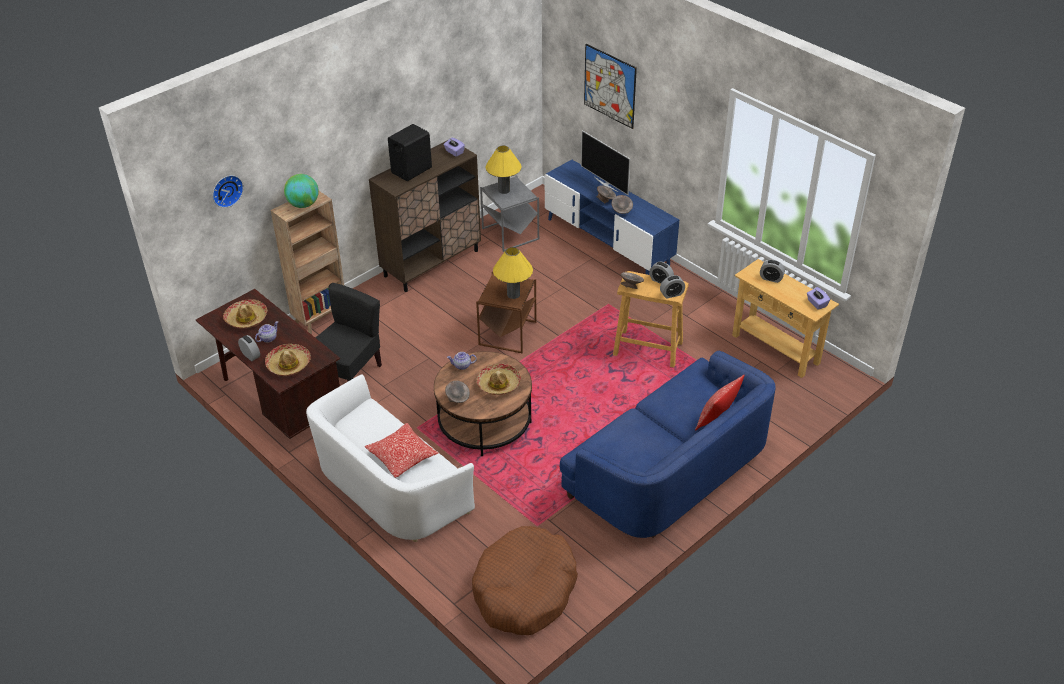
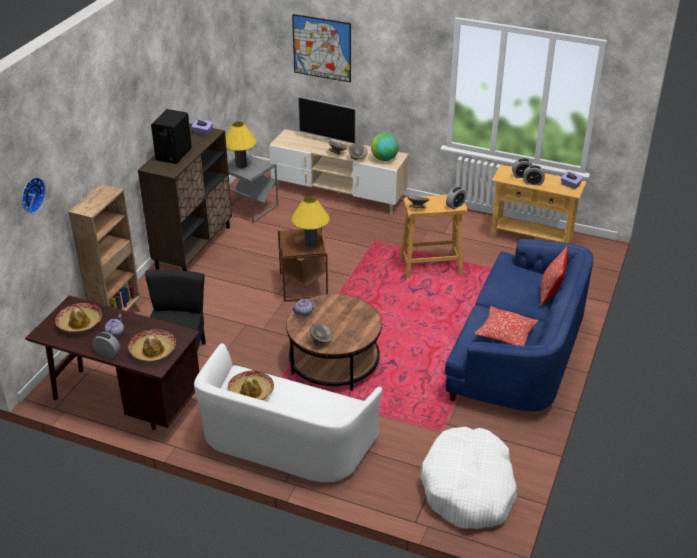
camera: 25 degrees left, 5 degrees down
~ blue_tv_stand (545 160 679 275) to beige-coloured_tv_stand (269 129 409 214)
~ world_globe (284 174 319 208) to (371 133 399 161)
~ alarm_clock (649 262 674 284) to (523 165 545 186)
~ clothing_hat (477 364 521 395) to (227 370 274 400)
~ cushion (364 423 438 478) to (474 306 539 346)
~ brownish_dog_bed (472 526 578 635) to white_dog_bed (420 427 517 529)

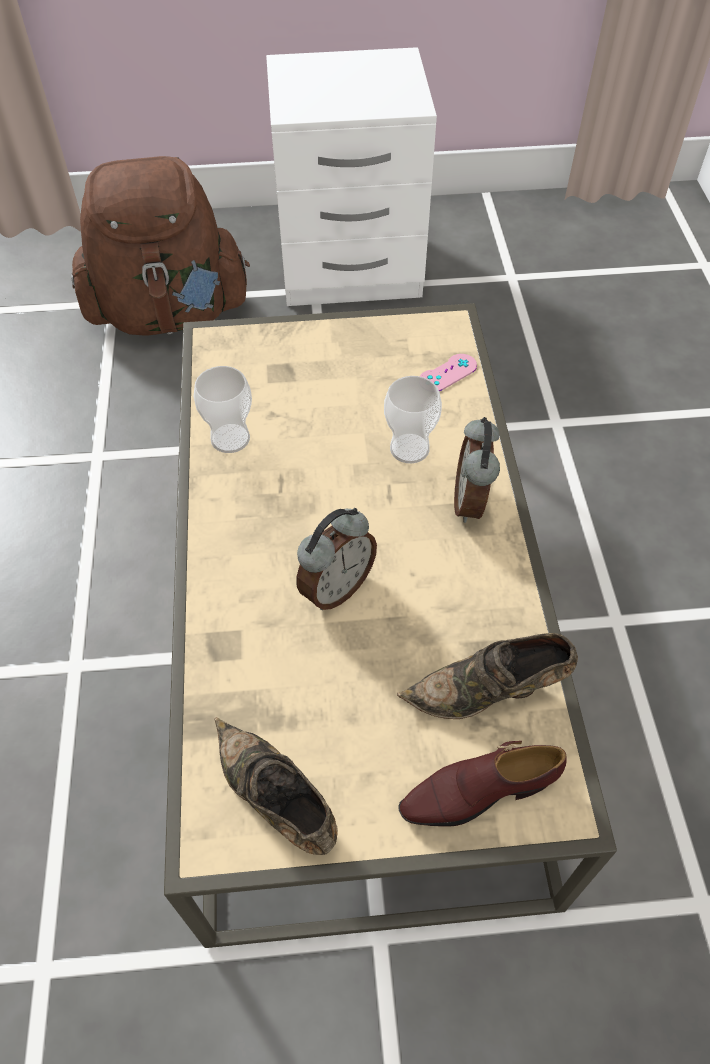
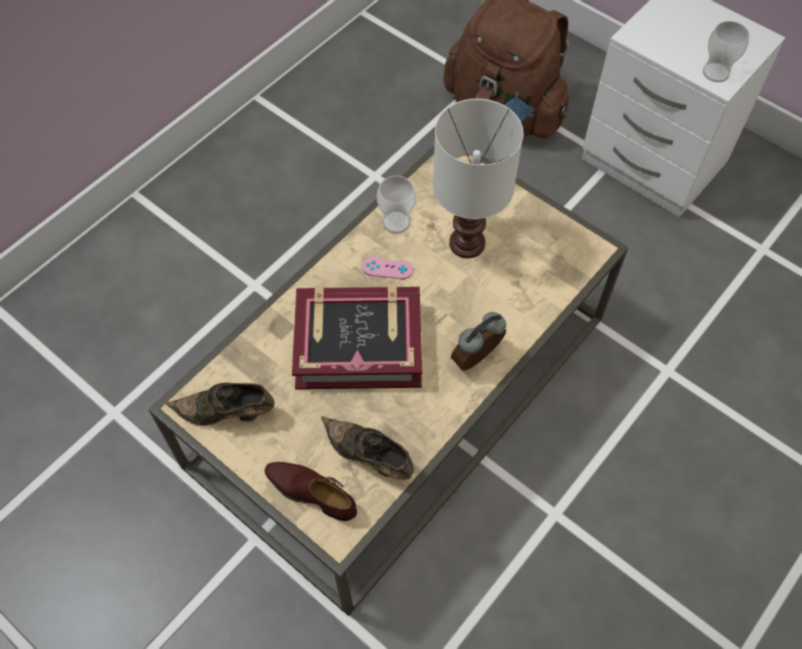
camera: 45 degrees right, 5 degrees up
~ pinkish_joypad (420 354 477 392) to (362 257 413 279)
~ small_cup (384 376 442 464) to (703 21 750 82)
~ alarm_clock (296 508 377 610) to bound_book (292 284 422 389)
~ brownish_low_shoe (214 717 338 855) = (165 382 275 426) 90 degrees counterclockwise
+ white_tabletop_lamp (433 99 523 258)

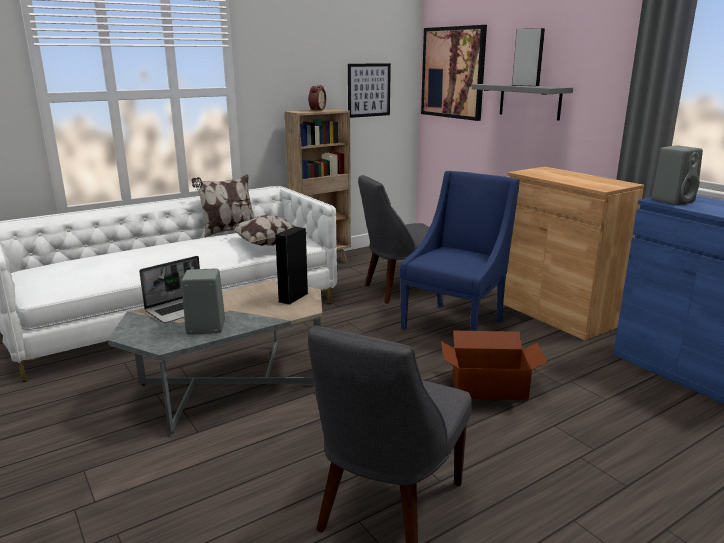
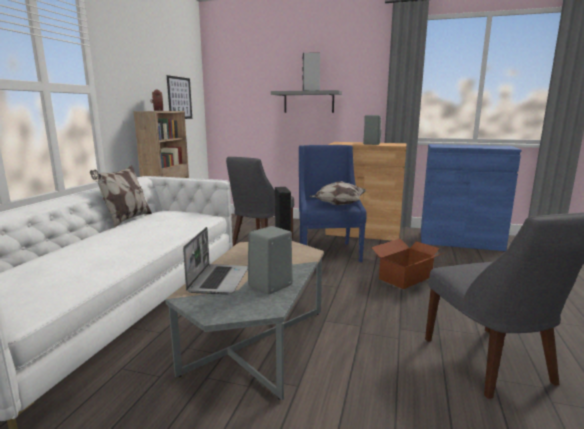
camera: 40 degrees left, 5 degrees down
- wall_art (421 25 487 121)
~ gray_loudspeaker (651 145 703 205) to (363 115 381 145)
~ cushion (225 215 307 246) to (309 181 366 205)

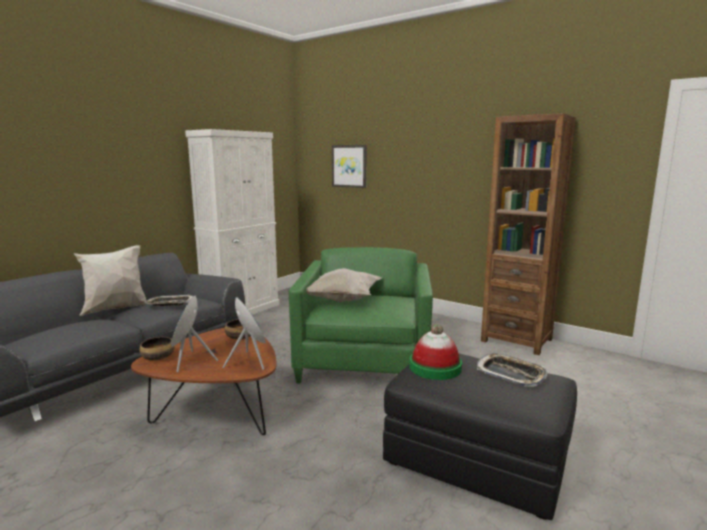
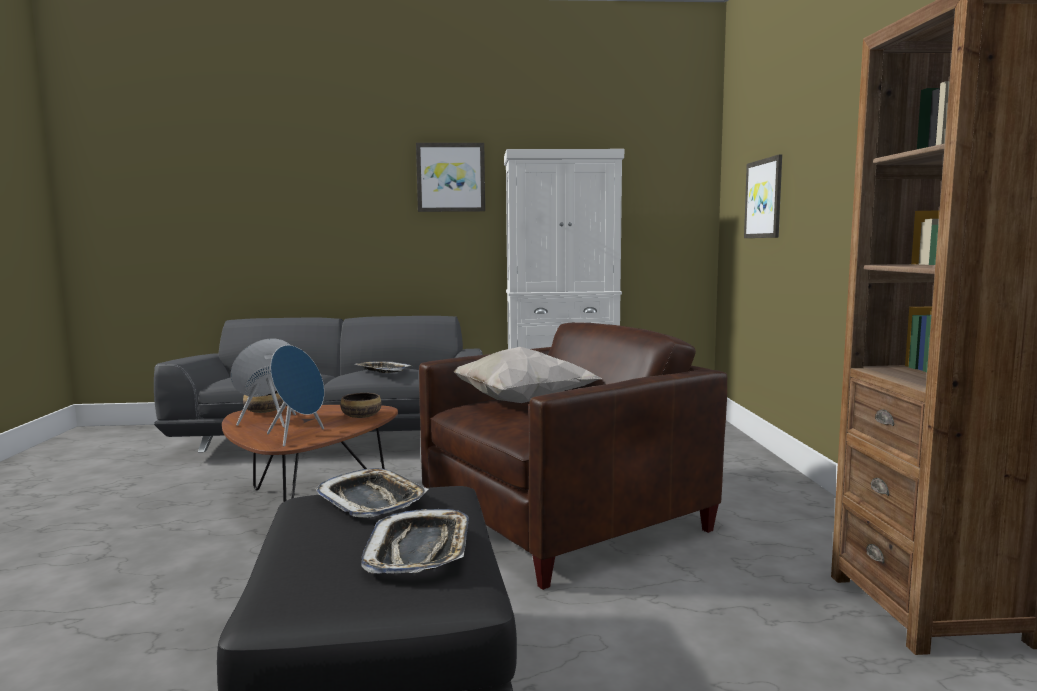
camera: 50 degrees right, 5 degrees down
- white_cushion (74 245 147 316)
~ green_lounge_chair (289 247 433 384) to brownish_lounge_chair (419 323 727 590)
~ clothing_hat (409 324 462 380) to serving_tray (315 468 429 518)
+ wall_art (416 143 485 212)

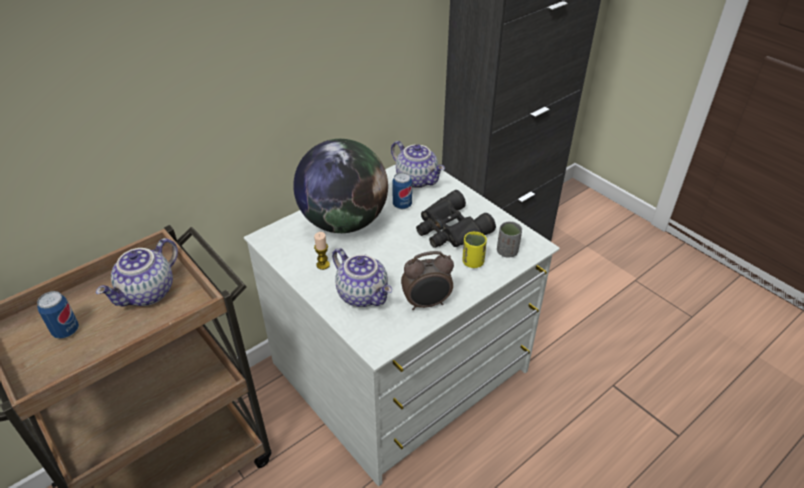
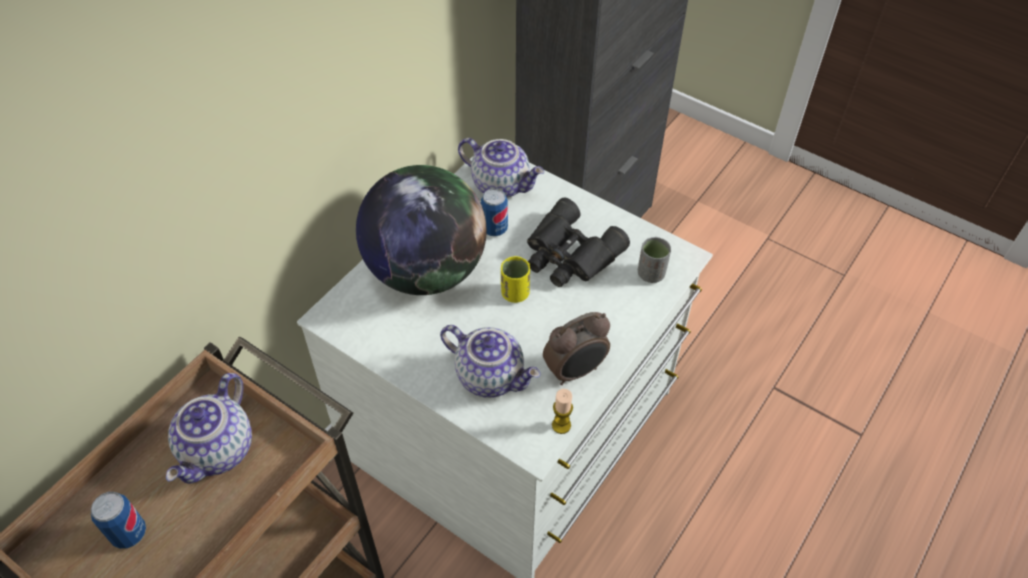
camera: 15 degrees left, 10 degrees up
~ candle (314 232 330 270) to (552 389 573 434)
~ yellowish_small_cup (463 232 487 268) to (501 256 530 303)

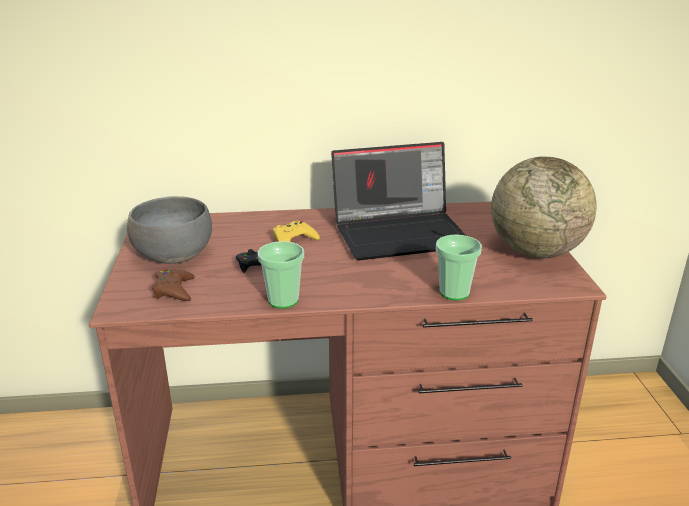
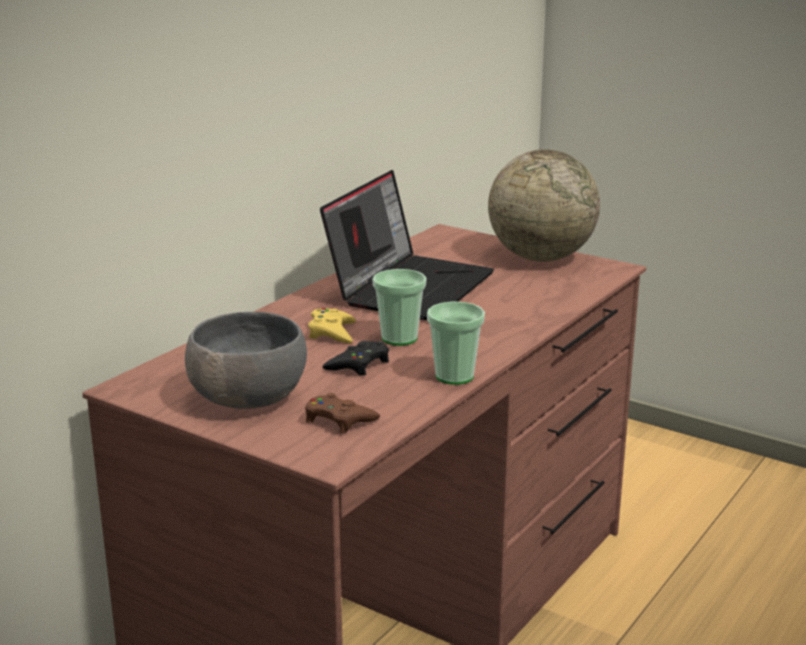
camera: 50 degrees left, 5 degrees down
~ small_cup (436 235 482 300) to (372 269 426 346)

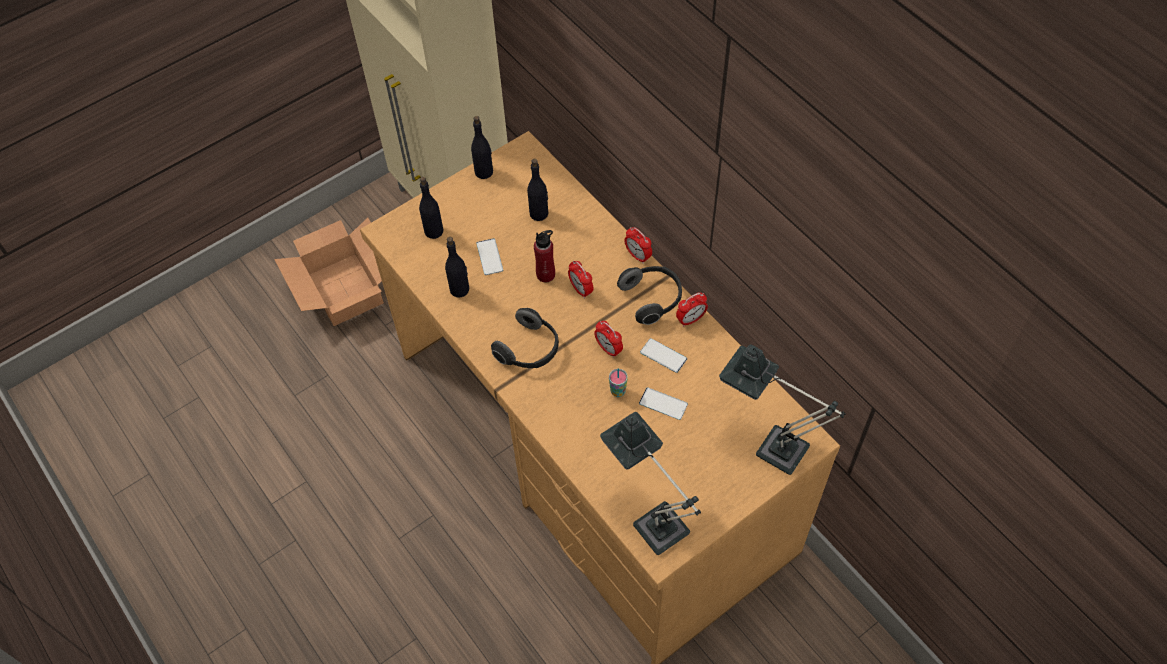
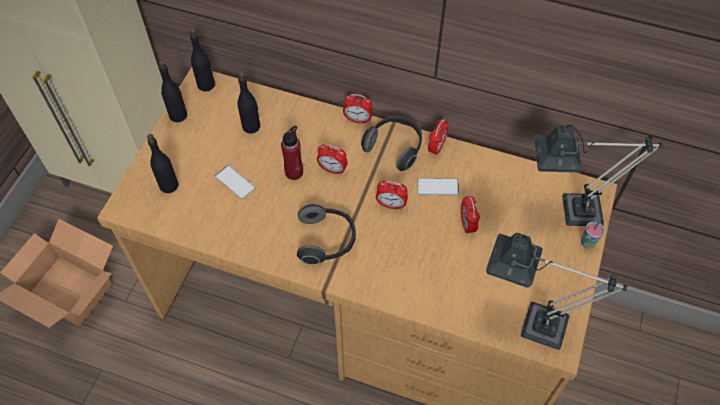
camera: 35 degrees left, 0 degrees up
~ black-coloured_bottle (445 237 469 297) to (190 29 215 91)
~ small_cup (609 368 628 397) to (581 221 604 249)
~ handset (639 388 688 420) to alarm_clock (461 195 480 234)

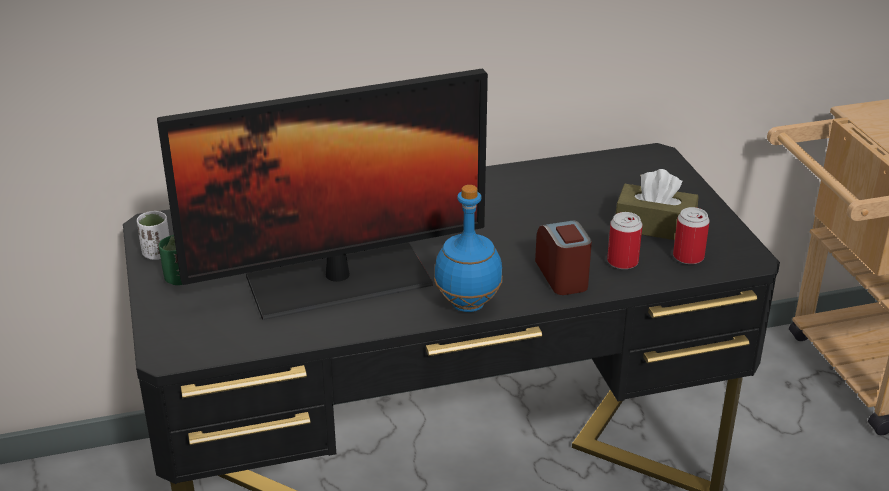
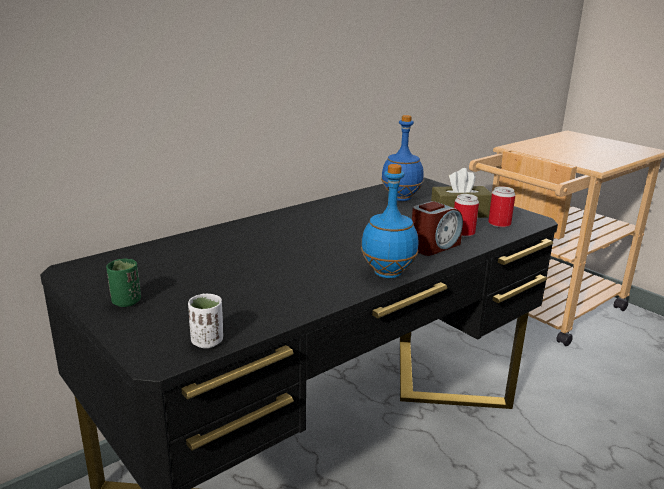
camera: 25 degrees left, 10 degrees down
- computer_screen (157 69 488 320)
~ white_small_cup (137 211 169 260) to (188 294 223 348)
~ alarm_clock (535 220 592 295) = (412 201 463 256) 90 degrees clockwise
+ blue_bottle (381 115 423 201)

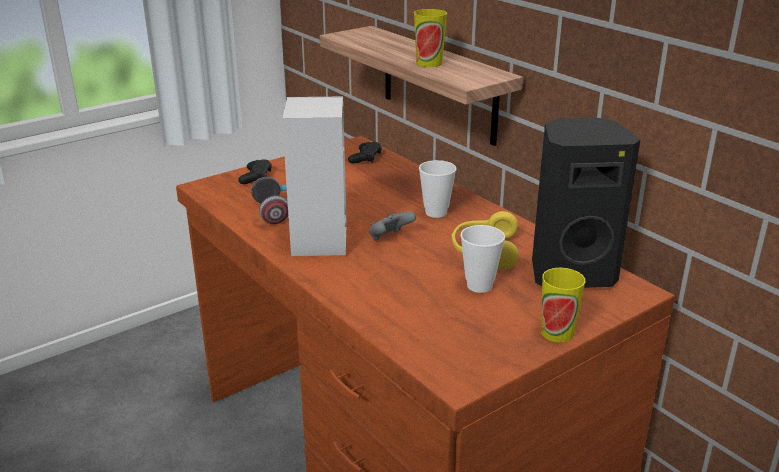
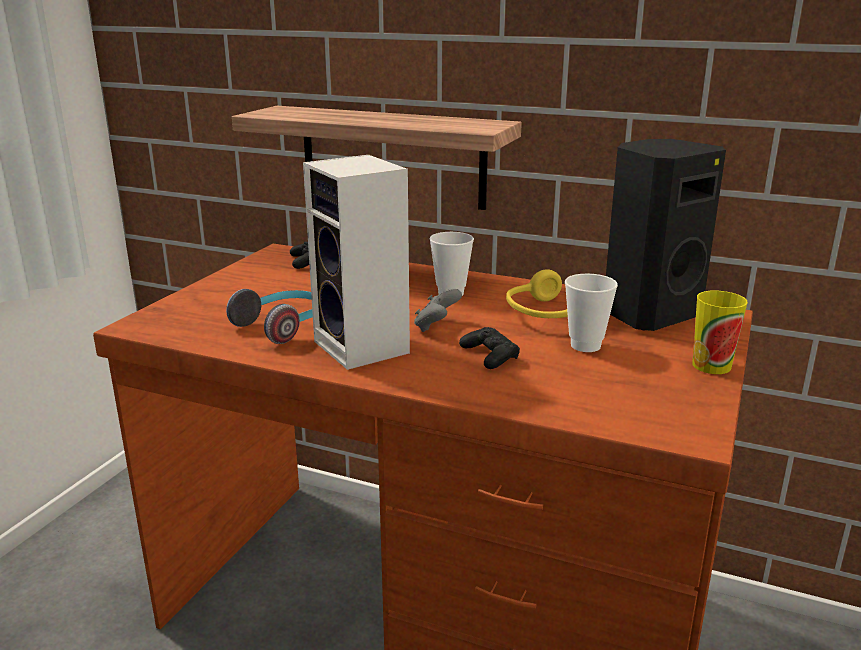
camera: 30 degrees left, 5 degrees down
- small_cup (414 9 447 67)
~ black-coloured_joypad (238 159 272 184) to (459 327 520 369)

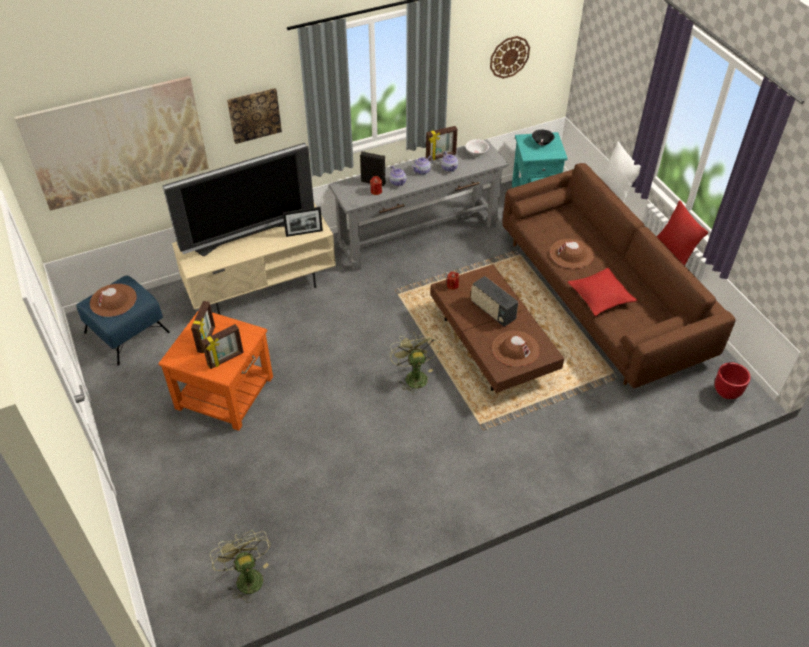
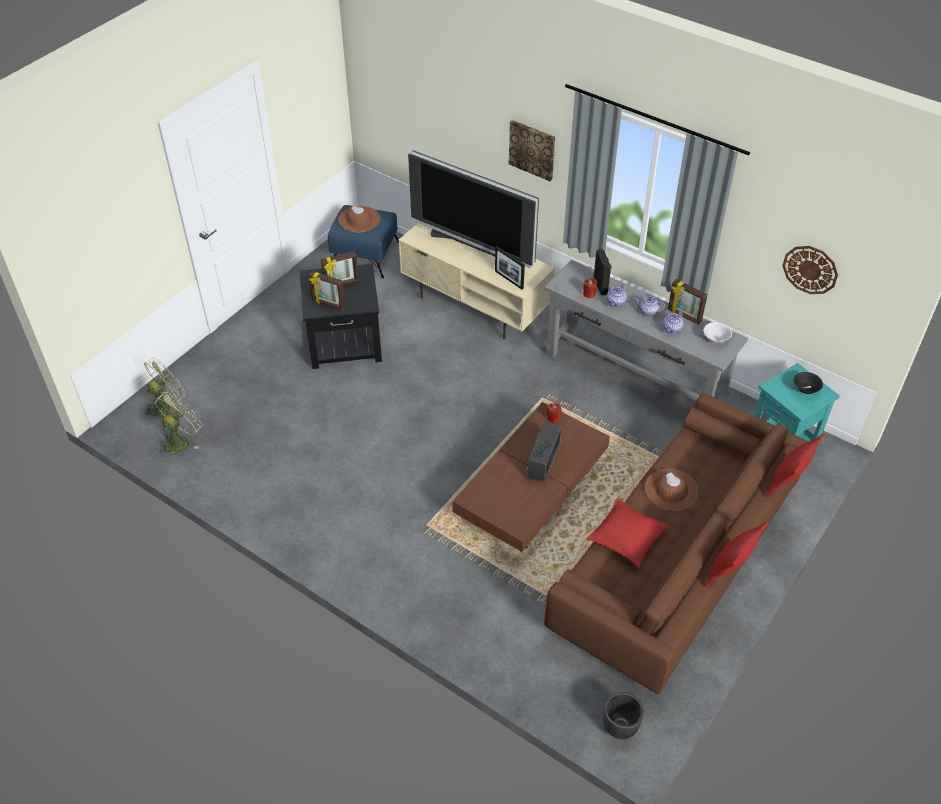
camera: 60 degrees right, 0 degrees up
- wall_art (14 76 209 211)
~ white_cushion (599 142 641 203) to reddish_cushion (765 433 824 497)
~ orange_side_table (158 310 273 431) to black-coloured_side_table (300 264 382 369)
~ green_electric_fan (390 331 440 395) to (144 358 185 419)
- brownish_clothing_hat (492 331 539 367)
~ reddish_plant_pot (715 362 751 399) to black-coloured_plant_pot (603 692 644 739)

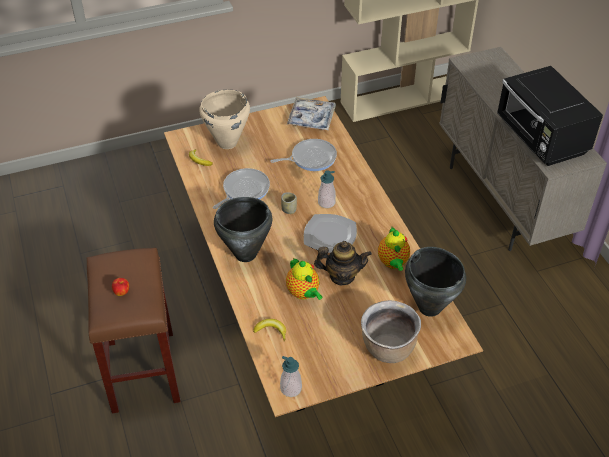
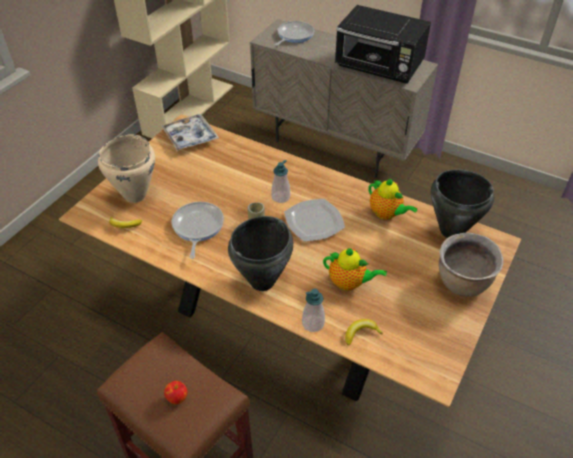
camera: 40 degrees left, 0 degrees up
~ frying_pan (271 139 337 171) to (275 21 314 46)
- tea_pot (314 241 372 285)
~ soap_dispenser (280 356 302 397) to (302 289 325 332)

